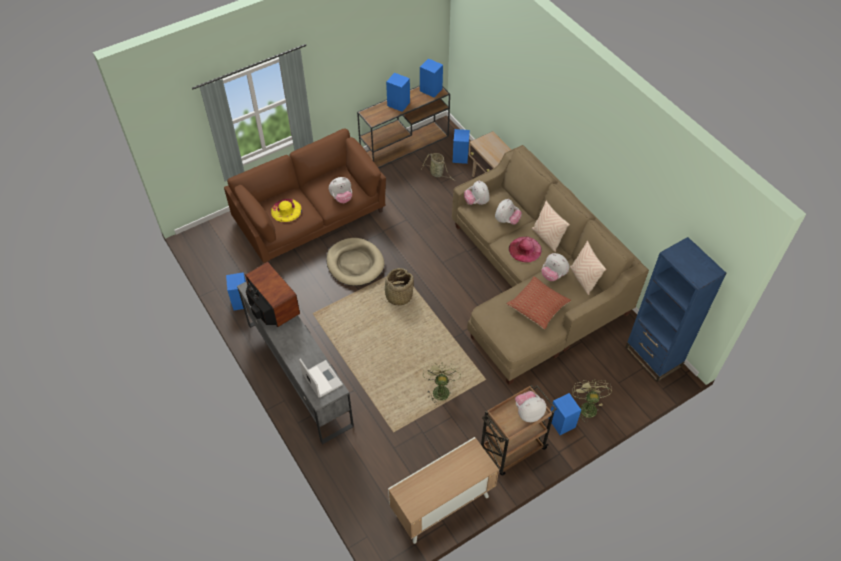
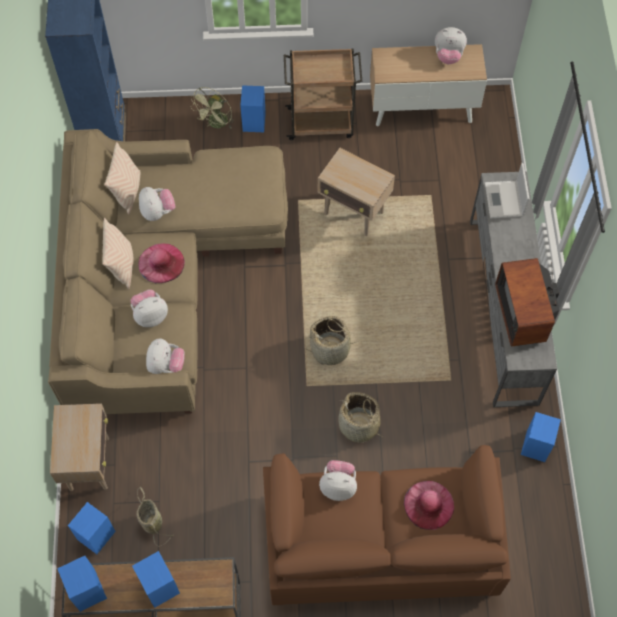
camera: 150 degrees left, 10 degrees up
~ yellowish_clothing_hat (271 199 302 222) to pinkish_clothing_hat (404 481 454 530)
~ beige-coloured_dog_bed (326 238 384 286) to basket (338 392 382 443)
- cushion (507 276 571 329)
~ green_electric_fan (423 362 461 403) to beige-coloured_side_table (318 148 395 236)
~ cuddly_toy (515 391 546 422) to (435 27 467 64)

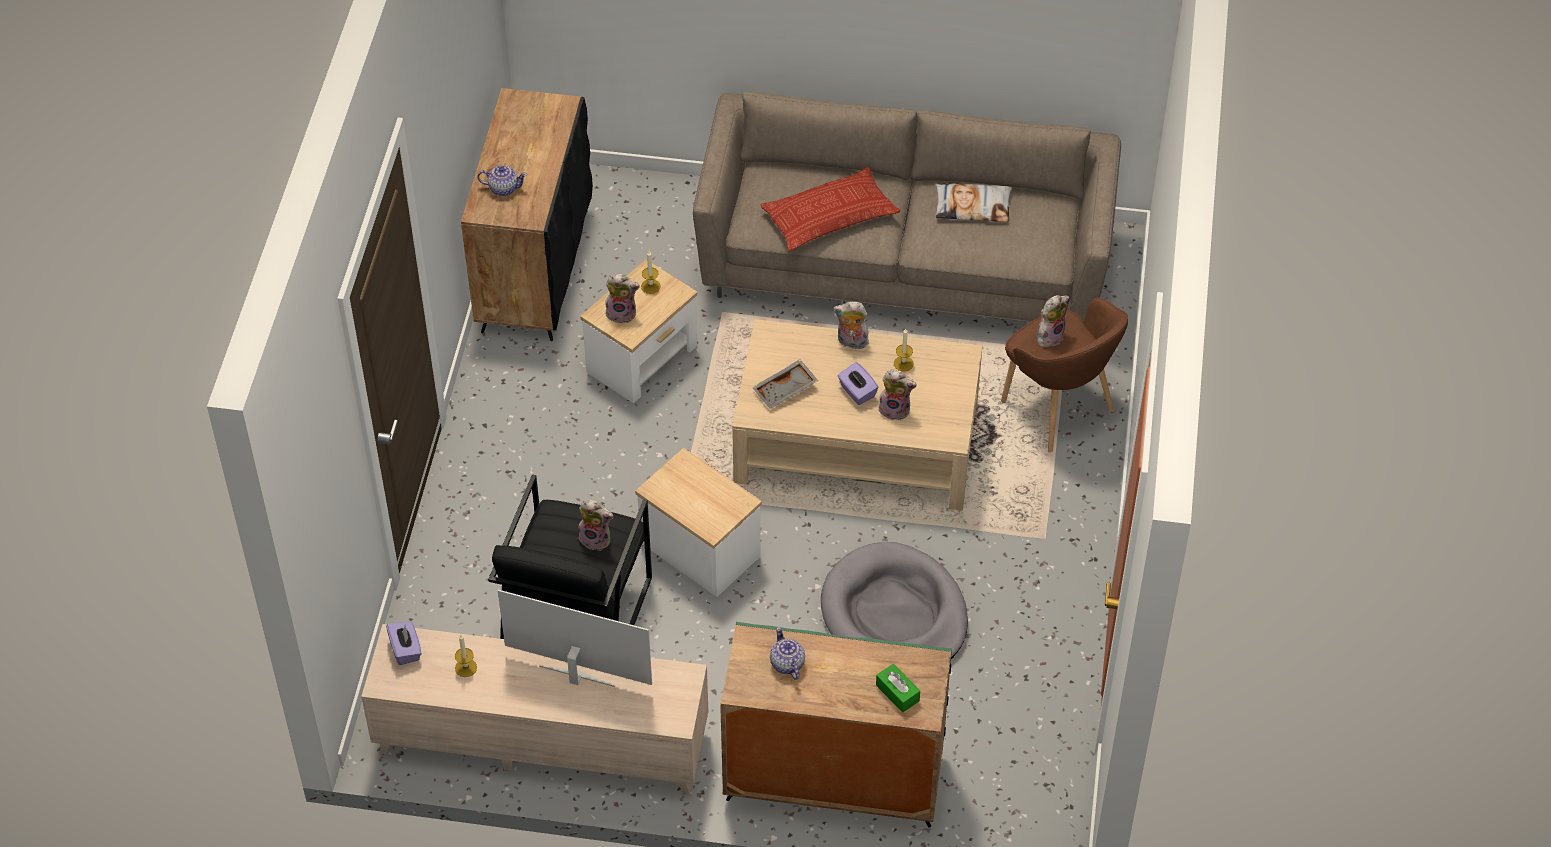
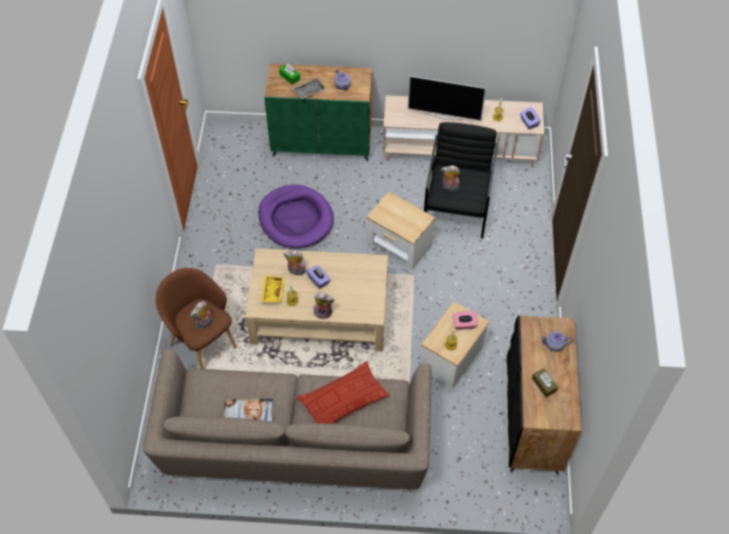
camera: 175 degrees right, 5 degrees up
~ cuddly_toy (605 273 640 323) to pinkish_box_of_tissues (453 311 477 330)
~ gray_serving_tray (752 359 818 409) to (291 78 327 99)
~ gray_dog_bed (821 542 968 659) to purplish_dog_bed (258 185 334 248)
+ yellowish_serving_tray (261 276 284 303)
+ brownish_box_of_tissues (532 368 558 397)

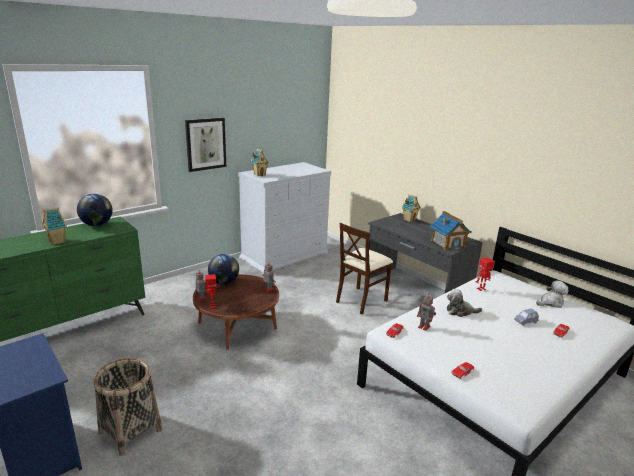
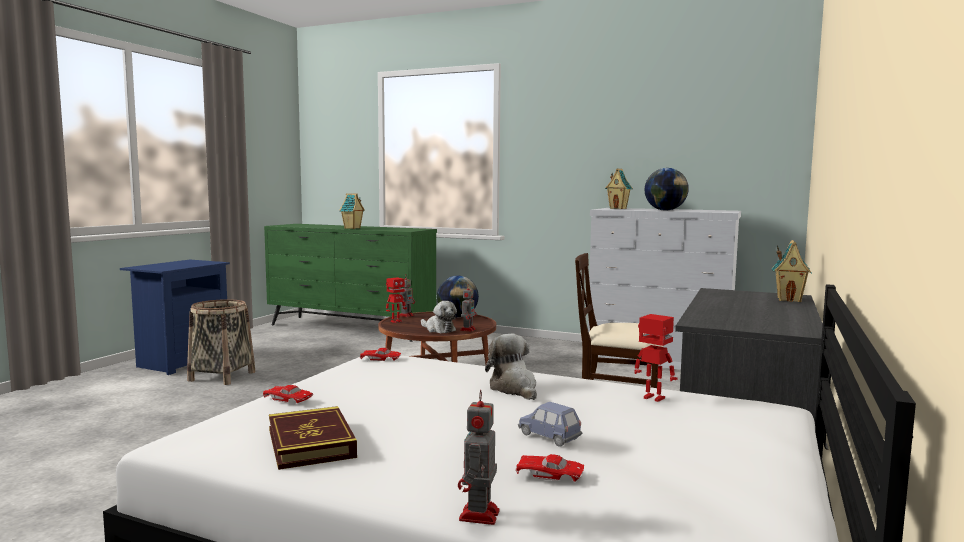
camera: 65 degrees right, 15 degrees down
- wall_art (185 118 226 172)
~ world_globe (77 194 113 226) to (645 168 689 211)
- model_house (430 211 471 250)
~ cuddly_toy (536 280 568 308) to (421 301 457 333)
~ toy_robot (417 296 436 331) to (458 390 500 525)
+ bound_book (269 406 357 470)

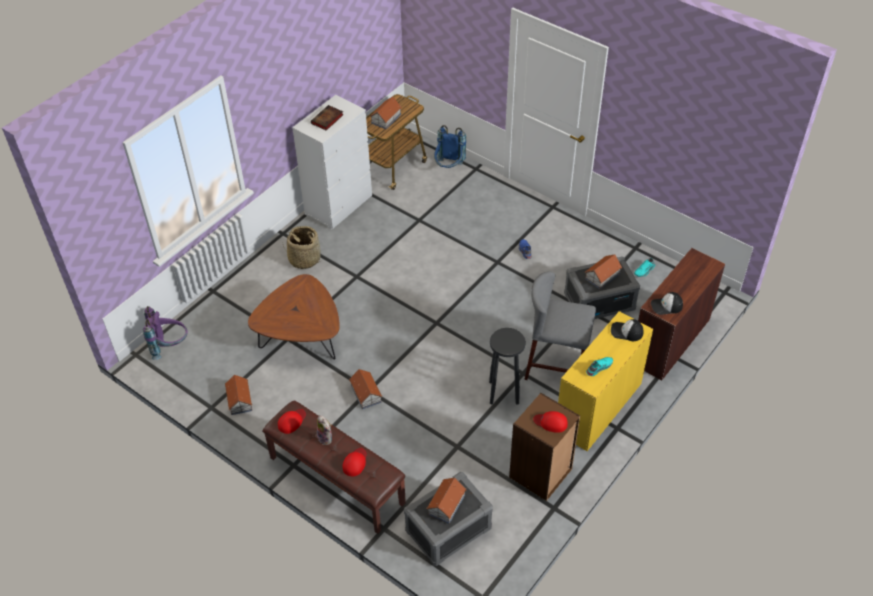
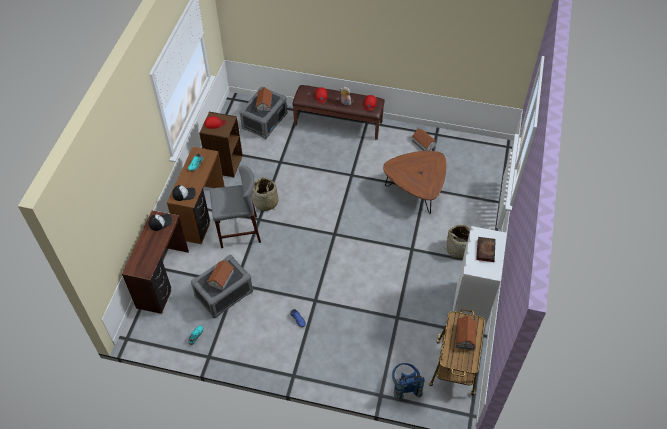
camera: 155 degrees right, 5 degrees up
- purplish_knapsack (143 306 188 360)
~ yellowish_desk_table (558 311 653 451) to brownish_desk_table (167 147 225 244)
~ black-coloured_sitting_stool (489 328 526 404) to basket (252 177 278 211)
- model_house (349 369 382 409)

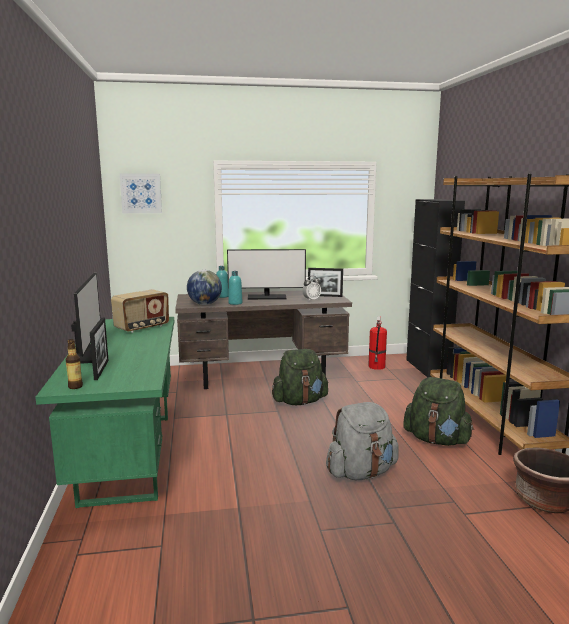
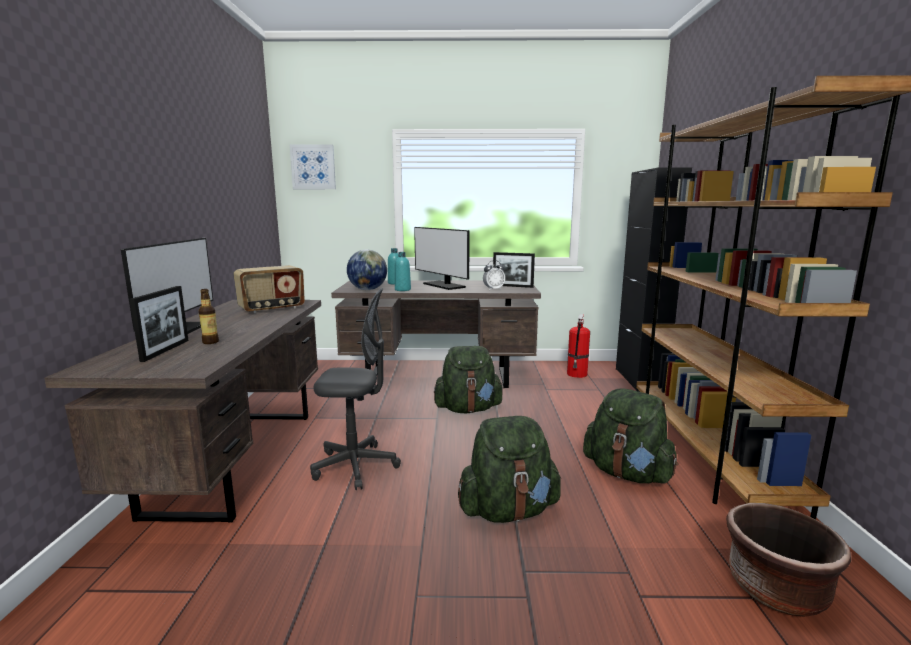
camera: 10 degrees right, 0 degrees up
~ computer_screen (227 249 306 300) = (414 227 470 290) 45 degrees clockwise
~ green_desk_table (35 317 174 508) to brownish_desk_table (44 300 321 523)
~ bottle (66 339 83 389) to (198 289 219 344)
~ gray_knapsack (326 402 399 480) to green_knapsack (458 416 561 523)
+ gray_desk_chair (310 288 401 490)

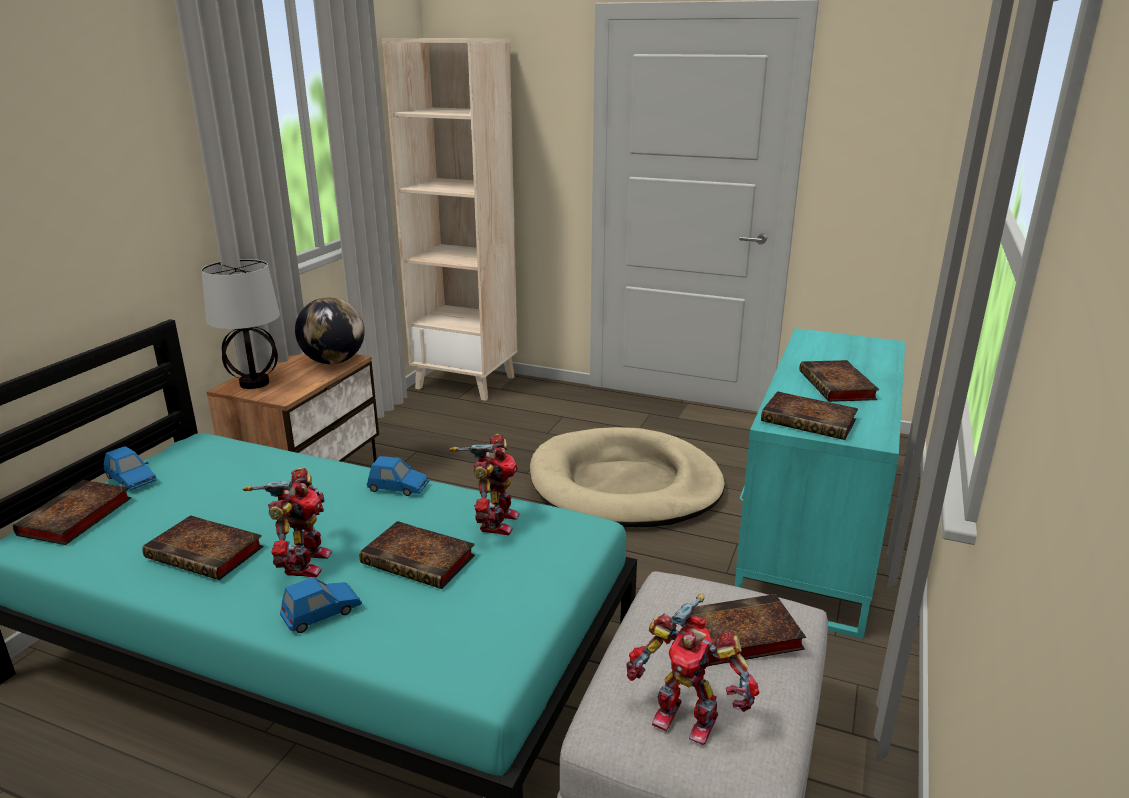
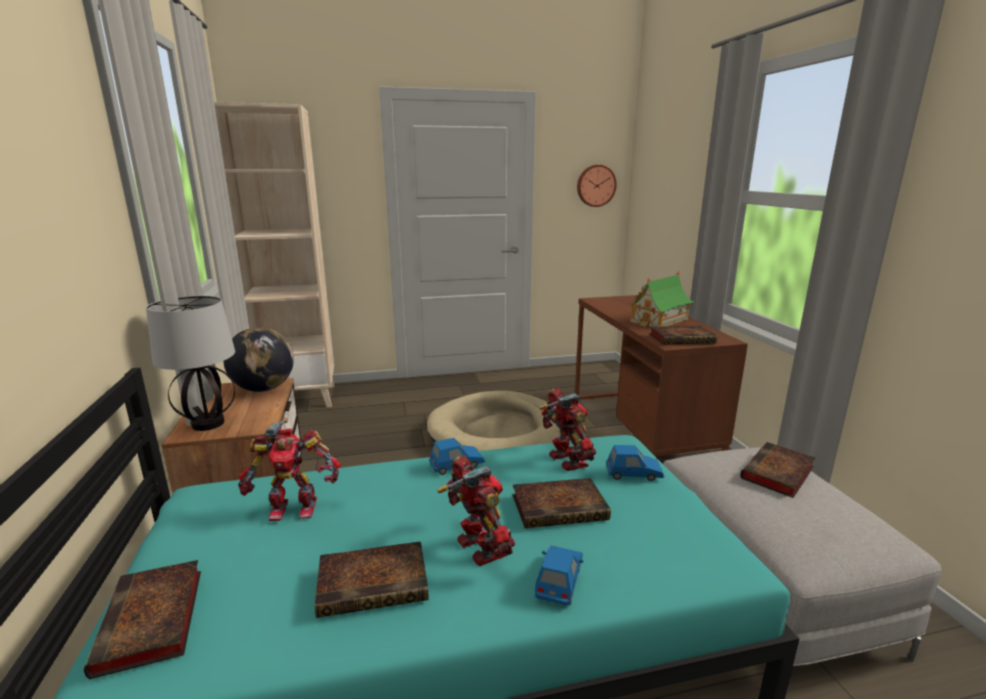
camera: 35 degrees left, 5 degrees down
~ turquoise-coloured_desk_table (735 328 905 639) to brownish_desk_table (575 295 748 457)
~ bound_book (799 360 879 402) to model_house (628 271 694 327)
~ blue_model_car (104 446 156 490) to (606 445 664 481)
~ toy_robot (627 594 759 745) to (238 418 341 521)
+ hanging_clock (577 165 617 207)

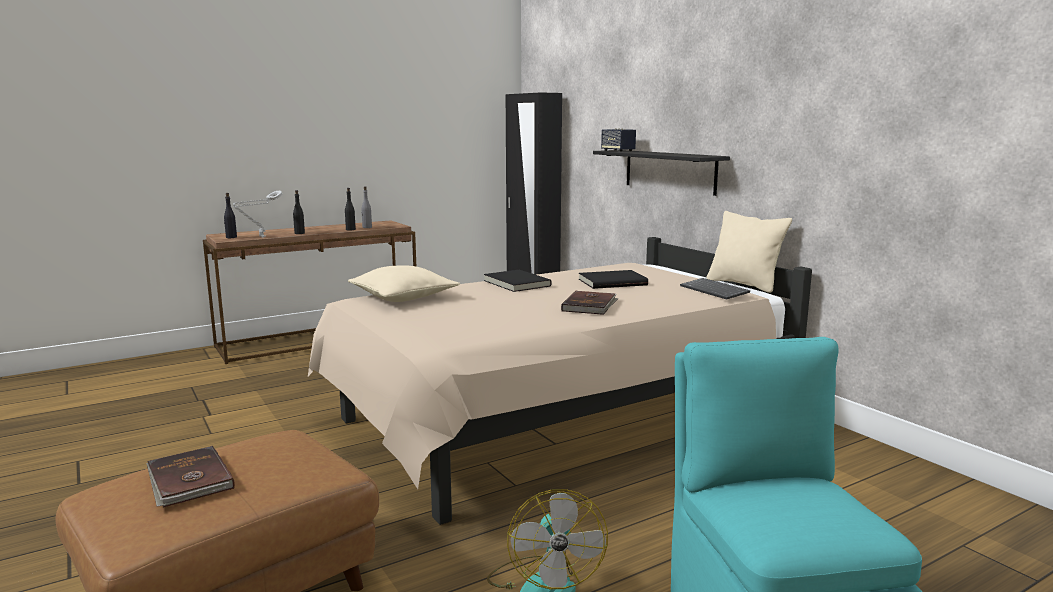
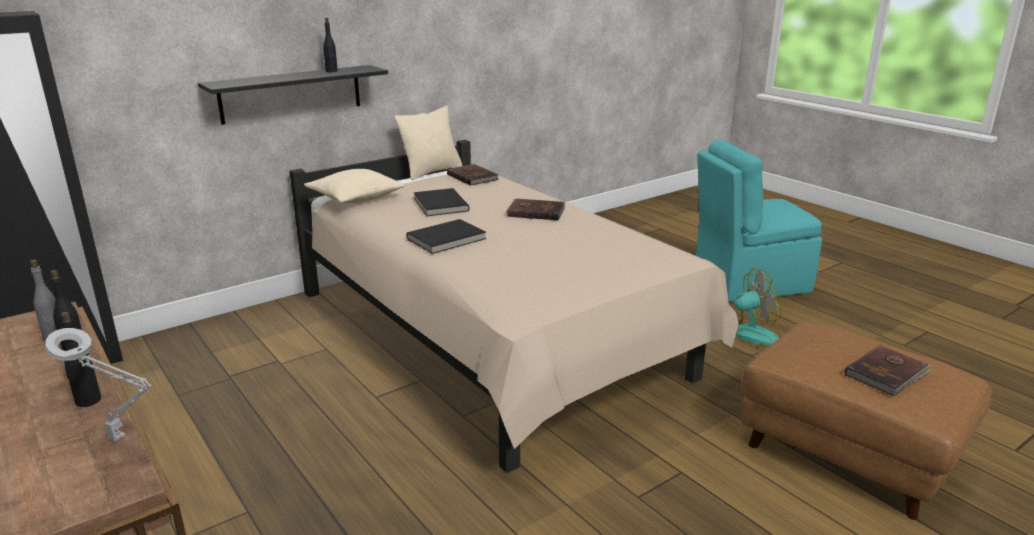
camera: 95 degrees left, 10 degrees up
- loudspeaker (601 128 636 152)
~ black-coloured_bottle (224 193 237 238) to (323 18 338 72)
~ beige-coloured_cushion (348 265 460 302) to (304 169 405 203)
~ computer_keyboard (680 278 750 300) to brownish_bound_book (447 164 499 186)

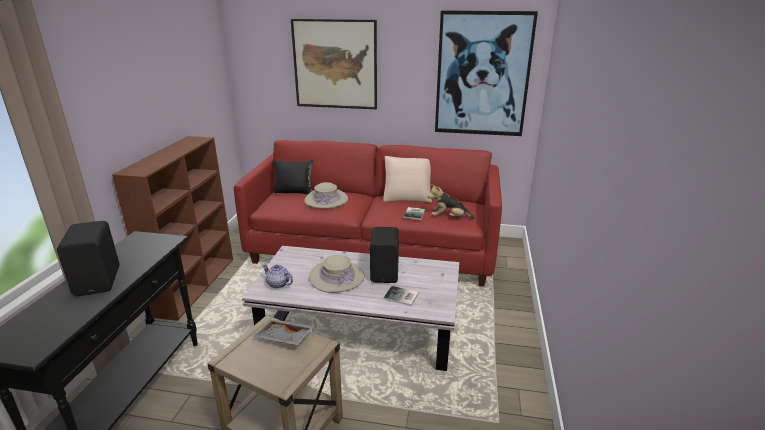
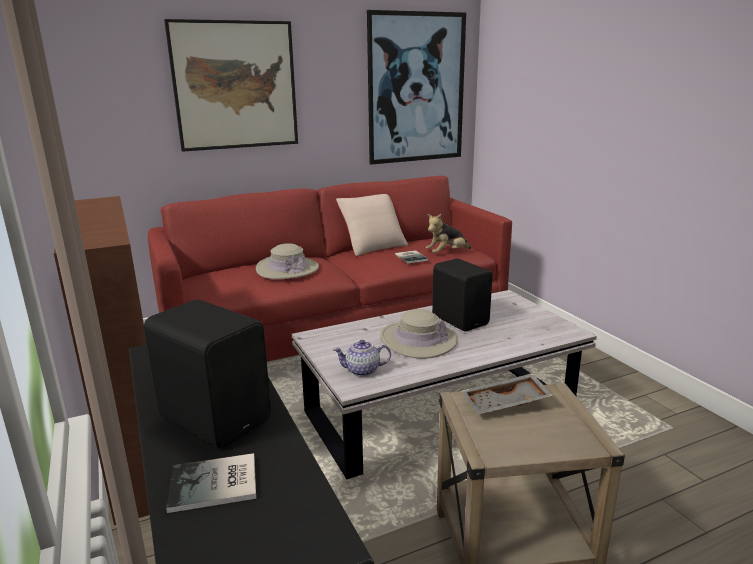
camera: 35 degrees left, 5 degrees down
- black-coloured_cushion (274 159 313 194)
~ bound_book (383 286 419 306) to (166 453 256 513)

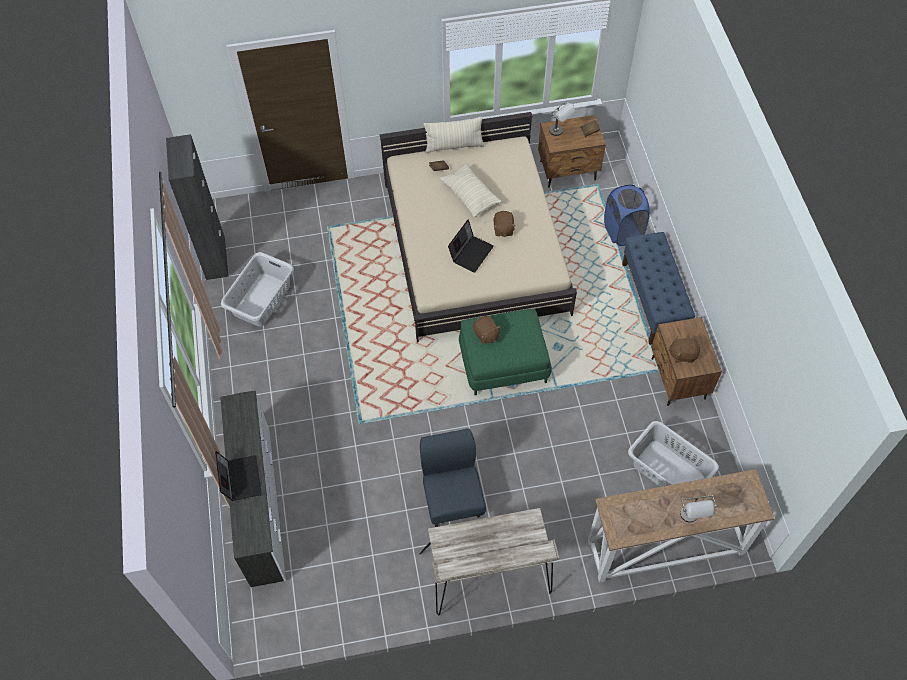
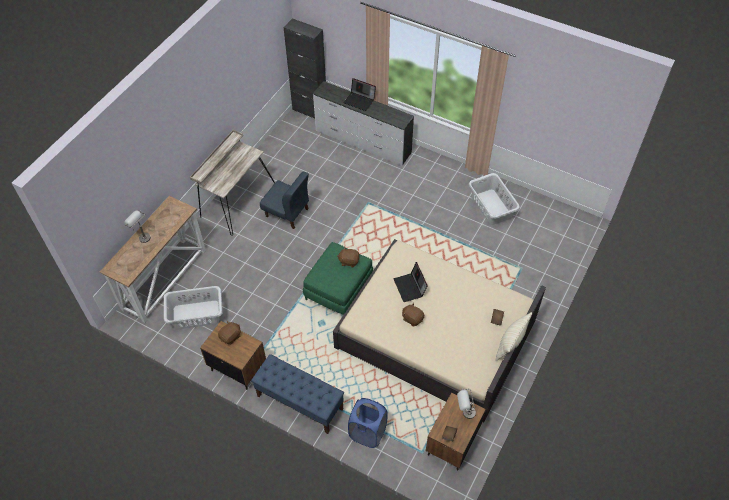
camera: 130 degrees right, 5 degrees down
~ black-coloured_storage_cabinet (166 134 229 280) to (284 18 326 119)
- beige-coloured_cushion (439 163 502 217)

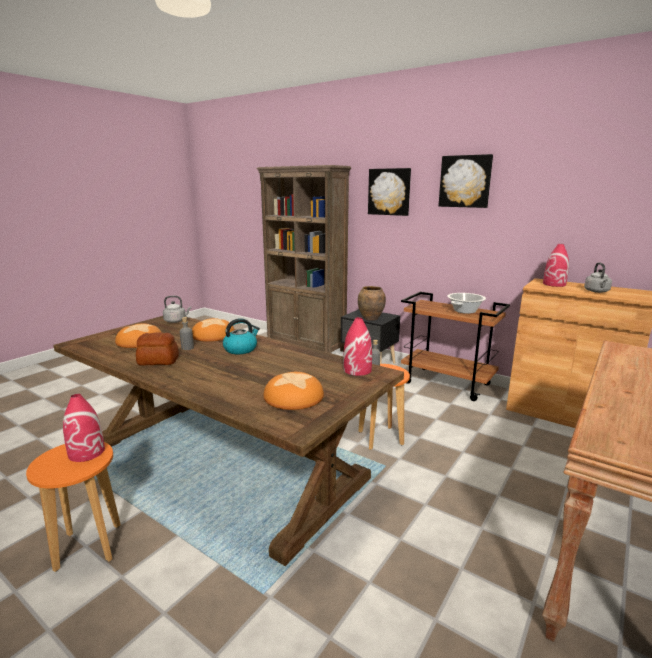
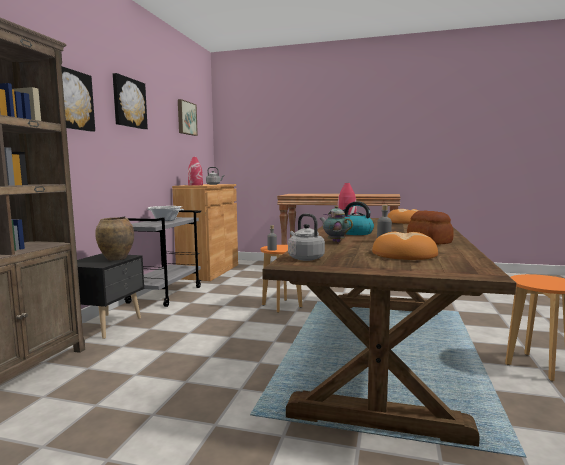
camera: 110 degrees left, 10 degrees down
~ brownish_wheeled_cart (401 292 510 401) to gray_wheeled_cart (124 210 201 307)
~ bakery_bread (192 318 235 342) to tea_pot (319 206 353 242)
- reddish_decorative_vase (63 394 105 462)
+ wall_art (178 99 198 136)

